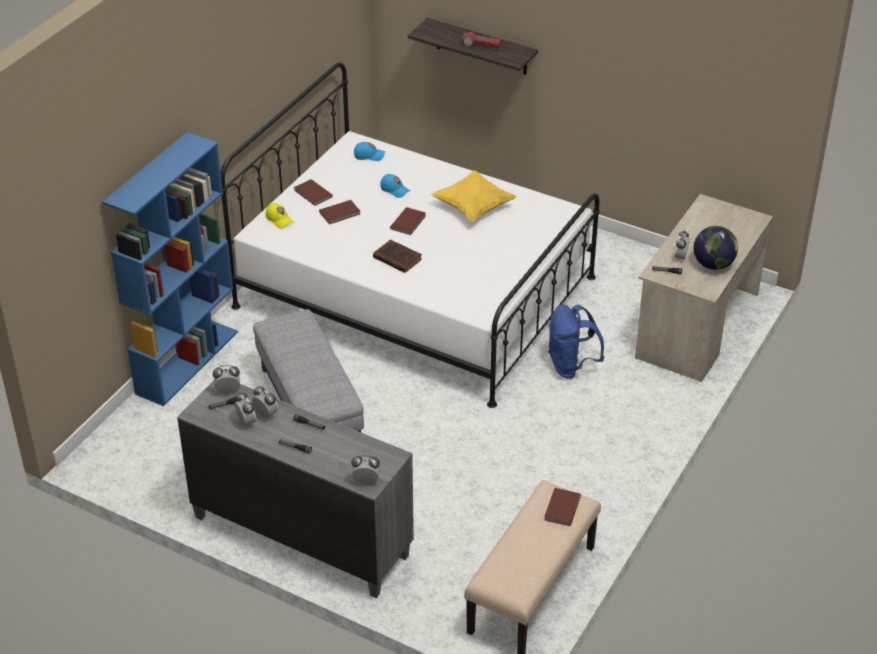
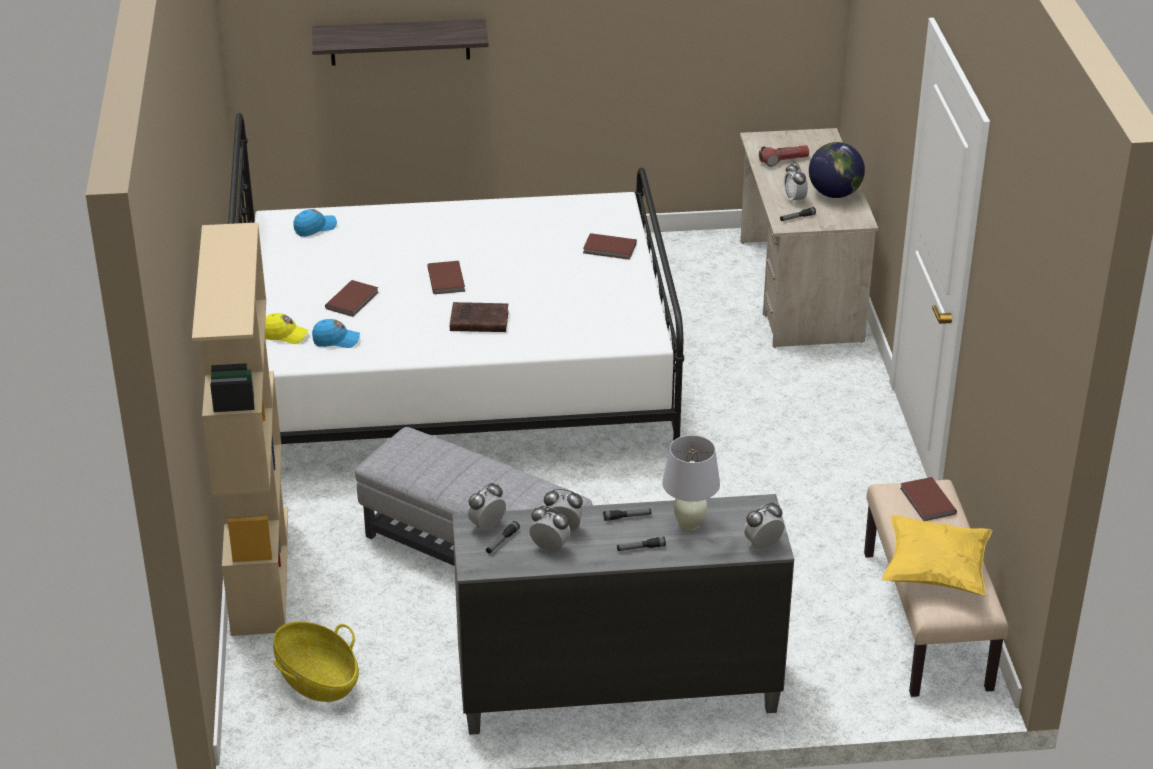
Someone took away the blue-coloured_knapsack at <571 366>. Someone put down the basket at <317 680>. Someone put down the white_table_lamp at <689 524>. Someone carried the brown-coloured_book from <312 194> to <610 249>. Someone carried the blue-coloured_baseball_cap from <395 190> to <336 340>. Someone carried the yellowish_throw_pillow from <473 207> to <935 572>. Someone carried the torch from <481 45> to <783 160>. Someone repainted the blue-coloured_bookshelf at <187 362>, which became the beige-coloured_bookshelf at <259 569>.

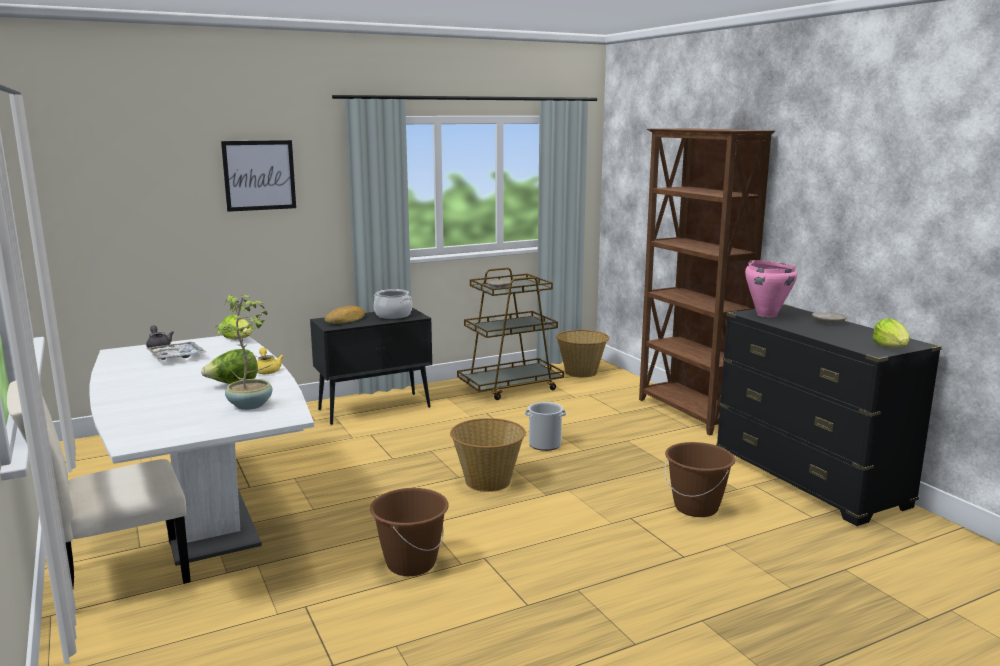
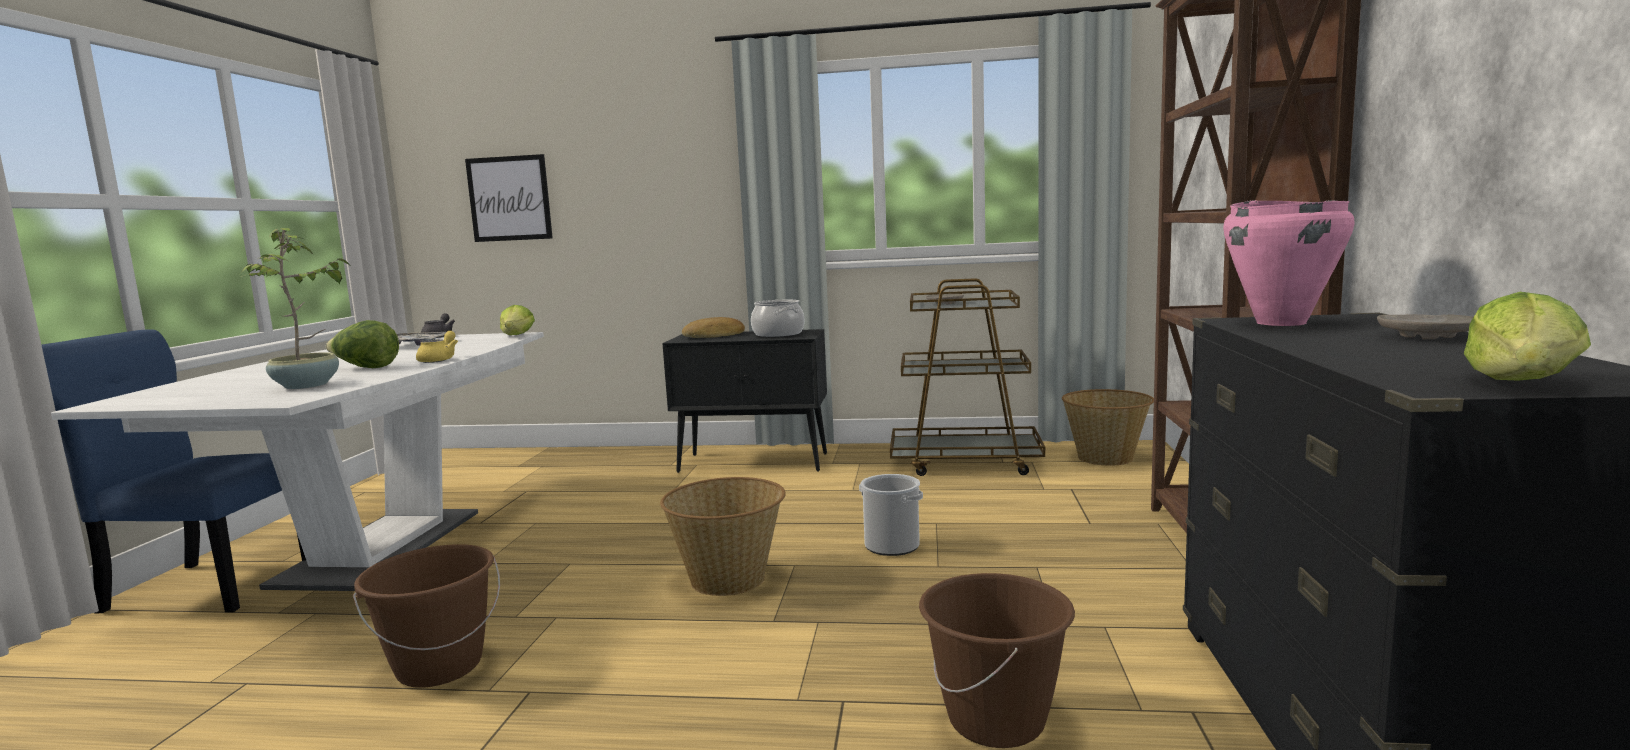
Someone carried the picture from <259 175> to <509 198>. Someone repainted the beige-coloured_chair at <116 577>, which became the blue-coloured_chair at <204 587>.

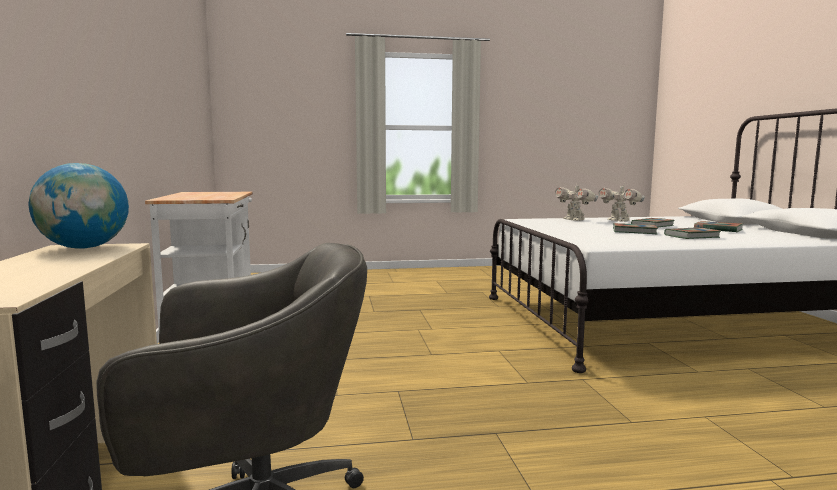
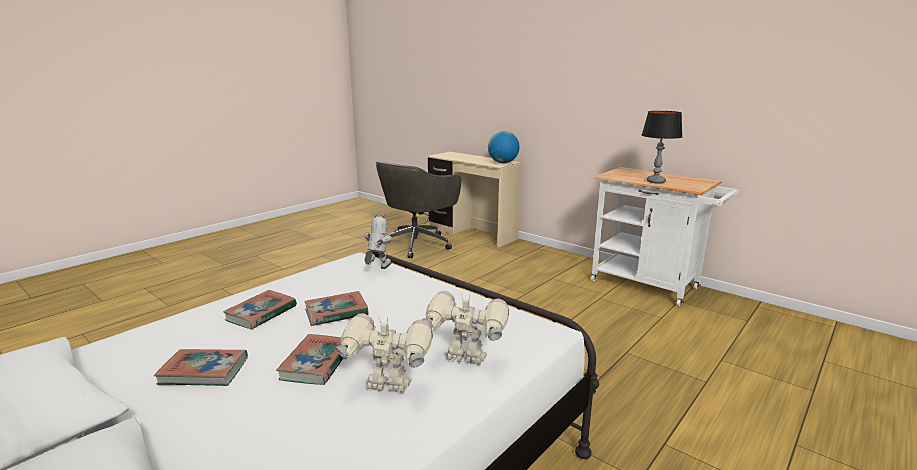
Someone put down the model_robot at <378 270>. Someone put down the table_lamp at <655 181>.

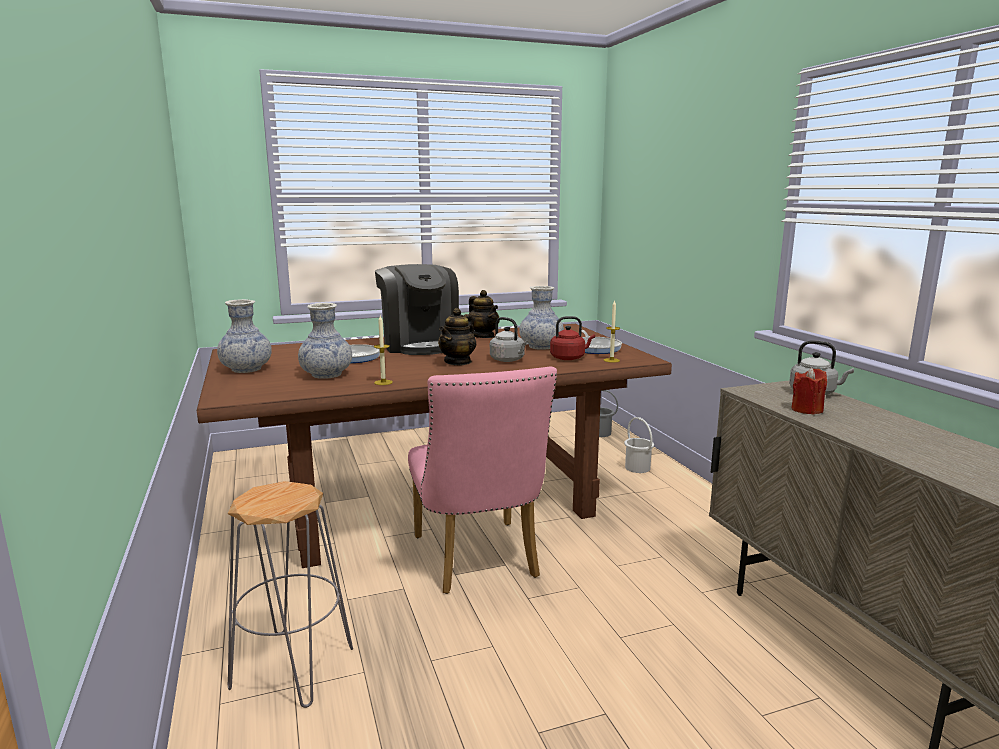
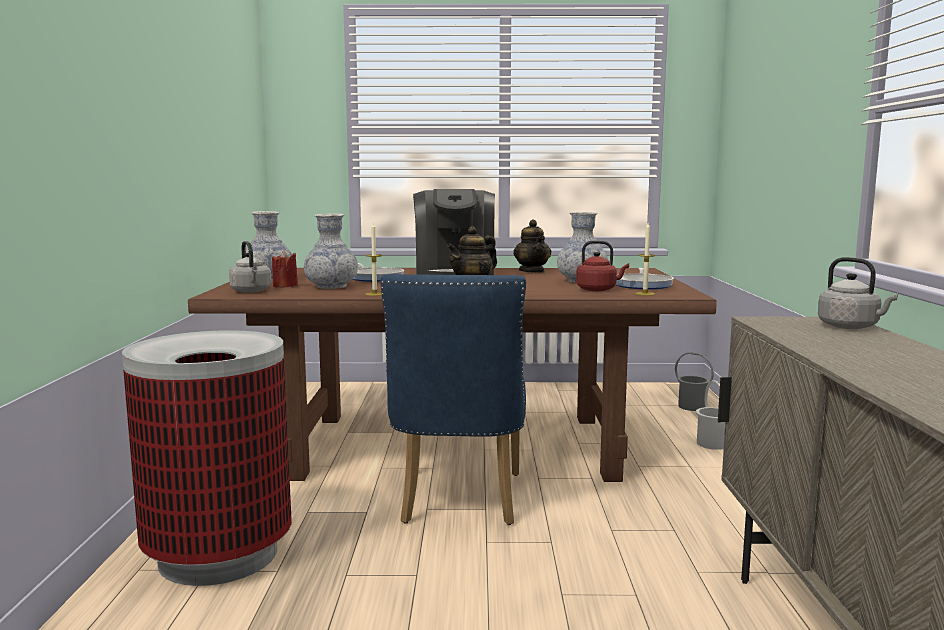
Someone carried the greyish_tea_kettle from <508 360> to <251 291>. Someone carried the red_wax_light from <807 410> to <285 286>. Someone swapped the greyish_stool at <293 667> for the waste_bin at <219 555>. Someone repainted the pinkish_chair at <478 562>, which became the blue-coloured_chair at <458 502>.

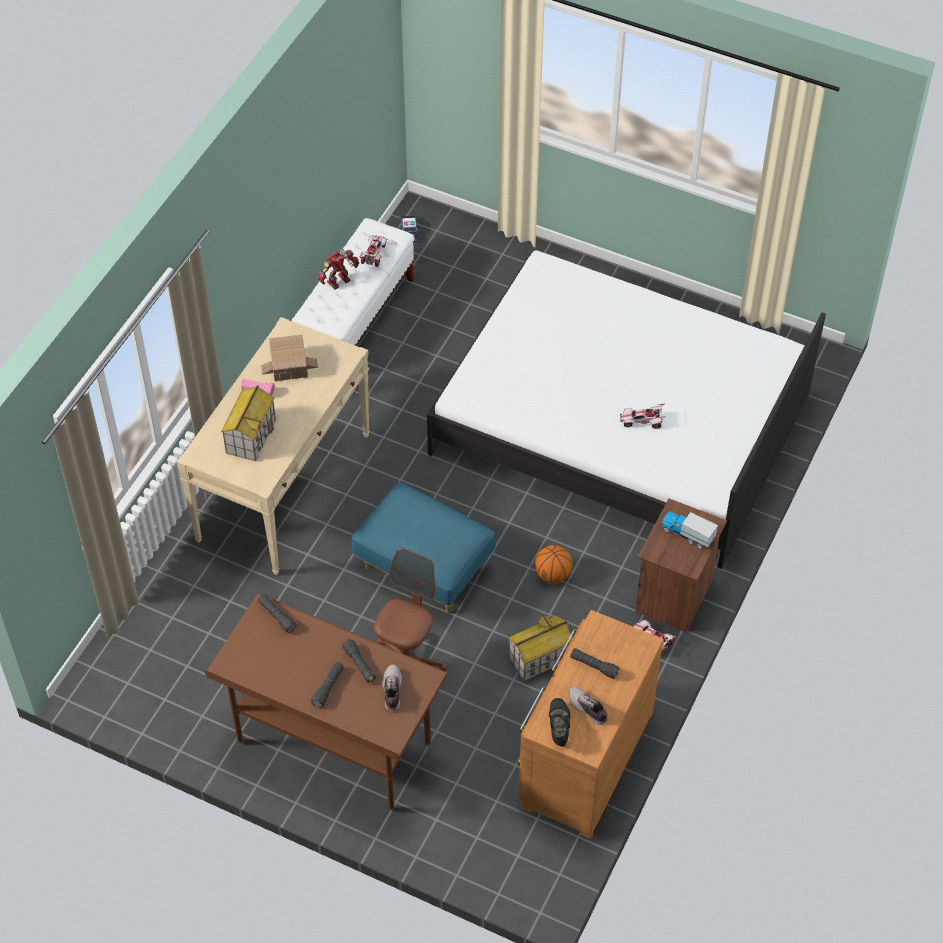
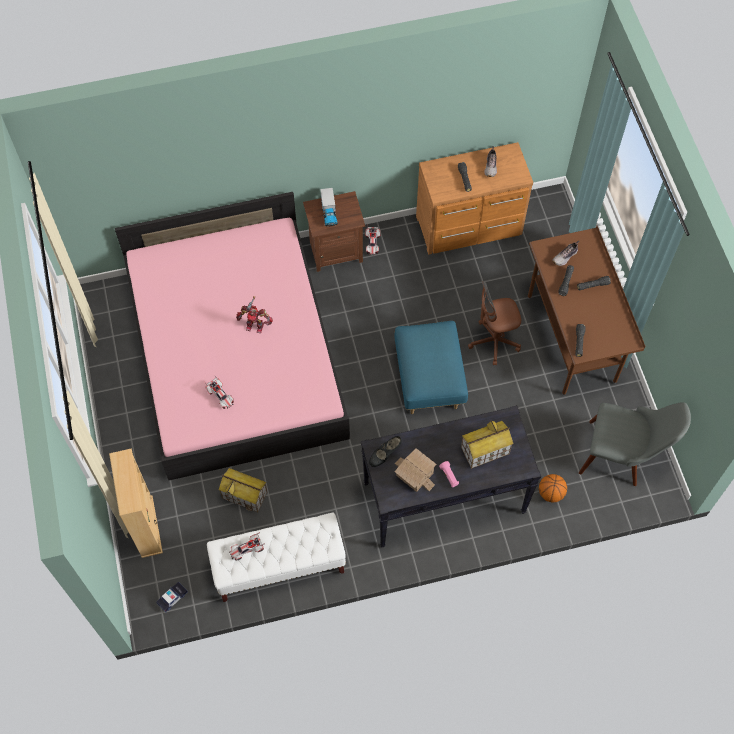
Someone put down the beige-coloured_bookshelf at <147 526>. Someone put down the greyish_chair at <622 455>. Someone carried the model_robot from <339 282> to <255 325>. Someone carried the model_house from <539 659> to <245 495>. Someone carried the basketball from <552 574> to <551 493>. Someone carried the blackish_low_shoe from <559 727> to <385 454>. Someone carried the toy_car from <642 421> to <220 396>. Someone repainted the beige-coloured_console_table at <284 486>, which became the blackish_console_table at <443 498>. Someone repainted the white_sleeping_bed at <621 424>, which became the pinkish_sleeping_bed at <236 355>.

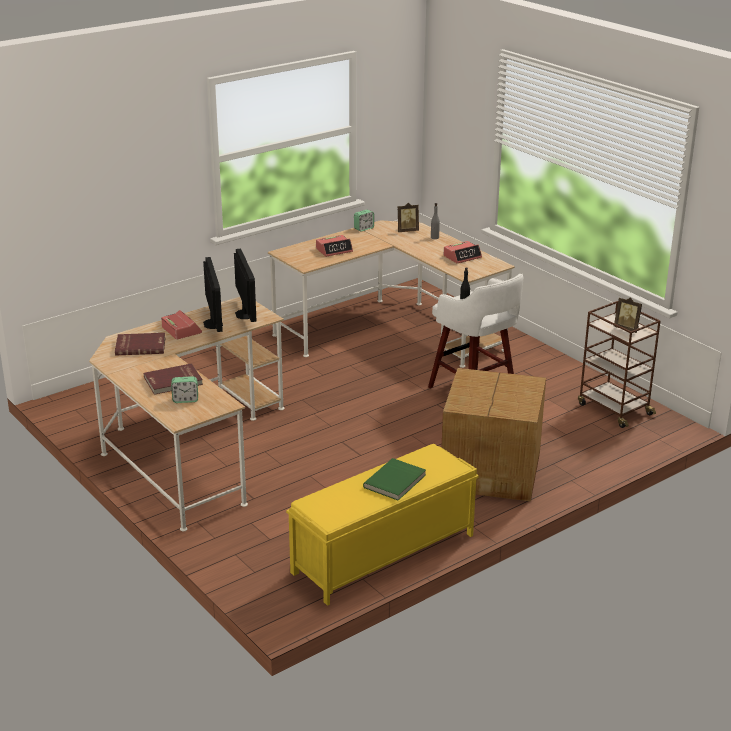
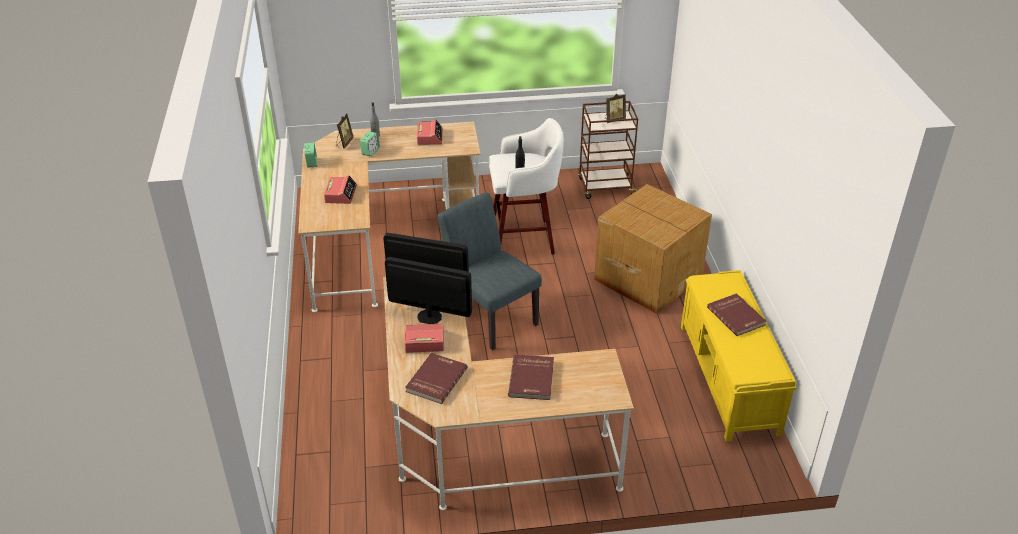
Someone put down the greyish_chair at <490 316>. Someone carried the table_clock from <185 400> to <370 152>. Someone repainted the green_book at <396 481>, which became the red_book at <736 316>.

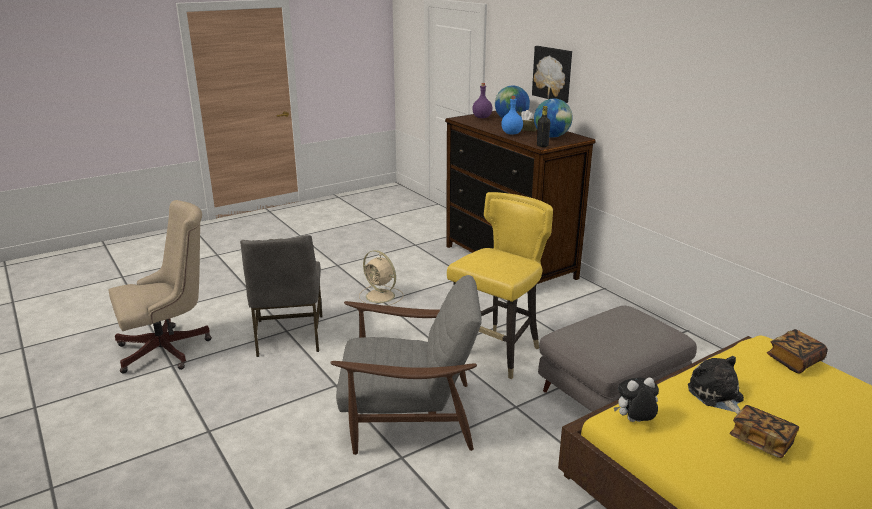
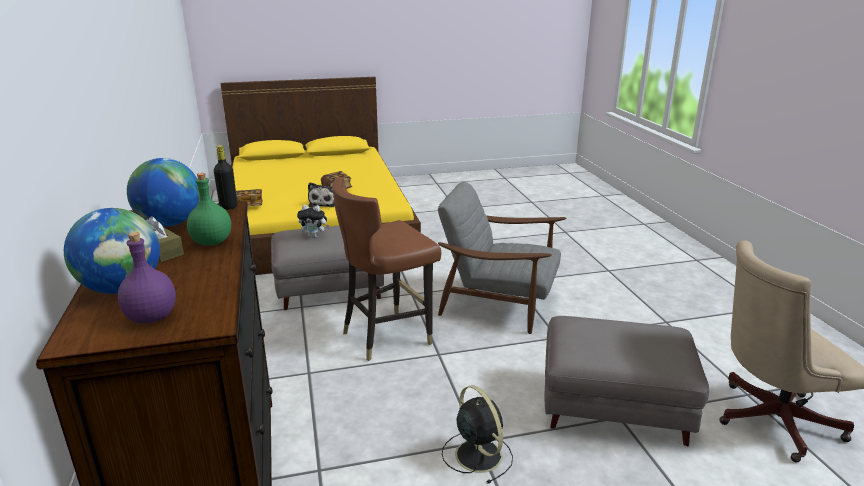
Someone took away the picture at <553 73>. Someone carried the cuddly_toy from <634 422> to <314 236>. Someone swapped the greyish_chair at <289 336> for the greyish_footrest at <614 407>. Someone repainted the beige-coloured_electric_fan at <381 296>, which became the blackish_electric_fan at <477 454>. Someone repainted the yellowish_chair at <498 354>, which became the brown-coloured_chair at <387 336>. Someone repainted the blue-coloured_beverage_bottle at <511 133>, which became the green_beverage_bottle at <211 242>.

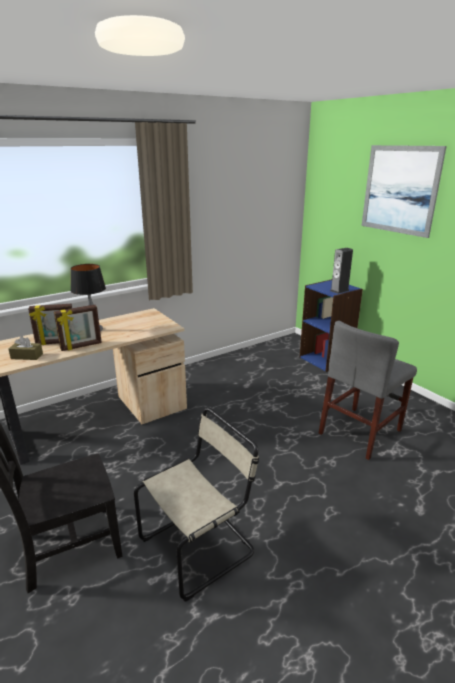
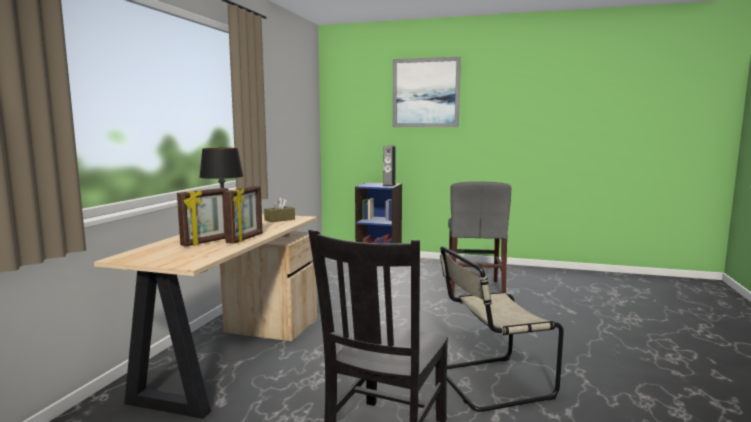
Someone carried the brown-coloured_tissue_holder from <27 356> to <279 219>. Someone rotated the beige-coloured_chair at <201 545> by 120 degrees counterclockwise.

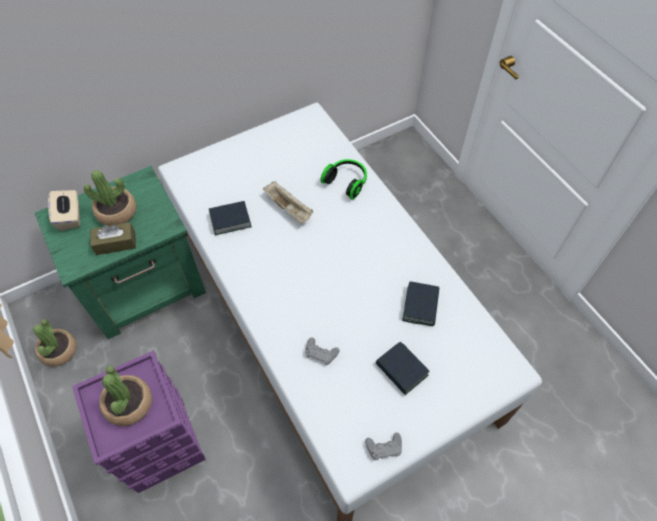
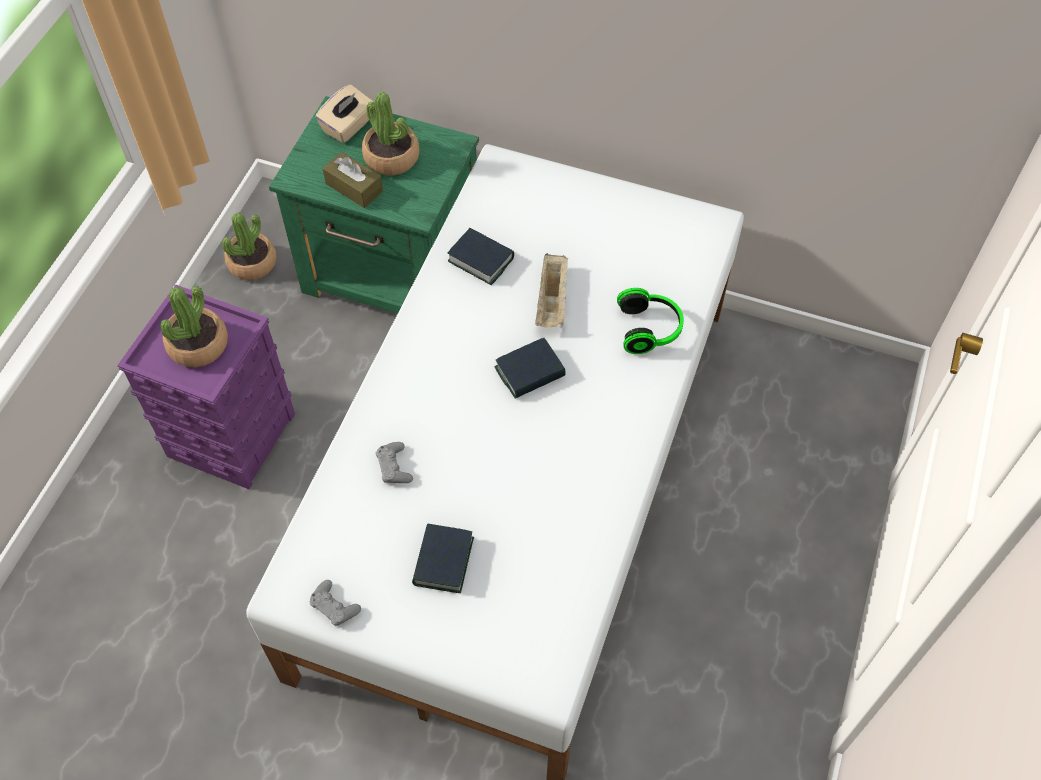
Someone carried the book from <420 306> to <530 372>.

